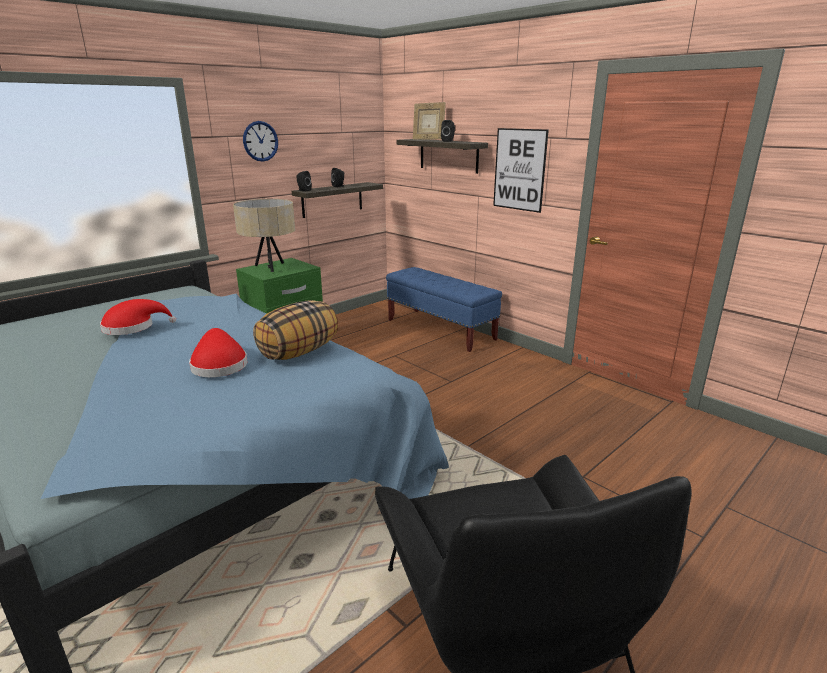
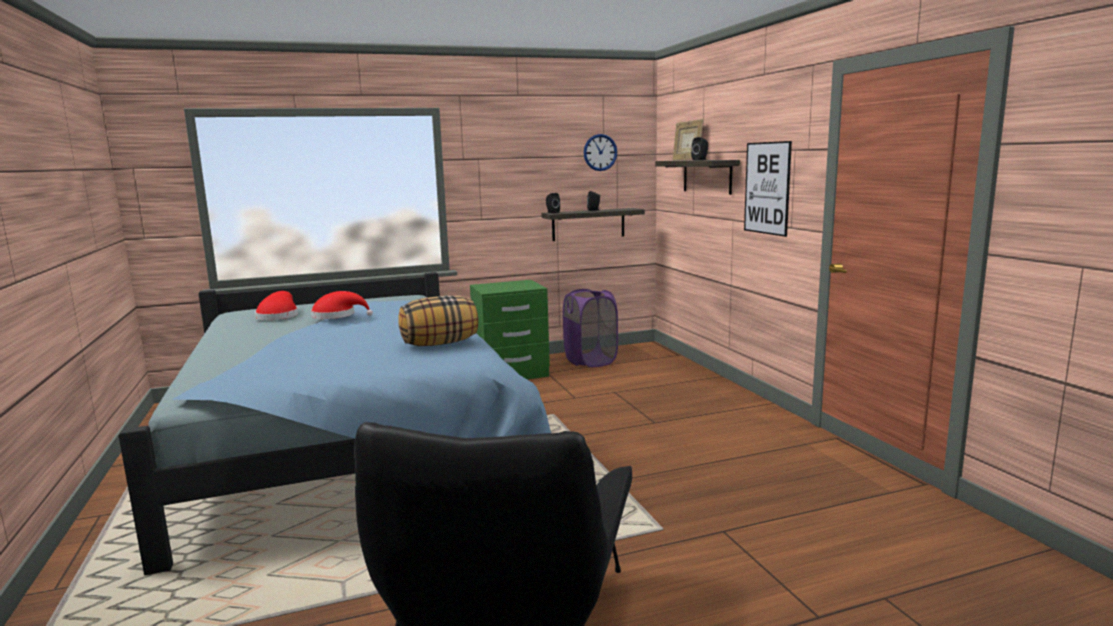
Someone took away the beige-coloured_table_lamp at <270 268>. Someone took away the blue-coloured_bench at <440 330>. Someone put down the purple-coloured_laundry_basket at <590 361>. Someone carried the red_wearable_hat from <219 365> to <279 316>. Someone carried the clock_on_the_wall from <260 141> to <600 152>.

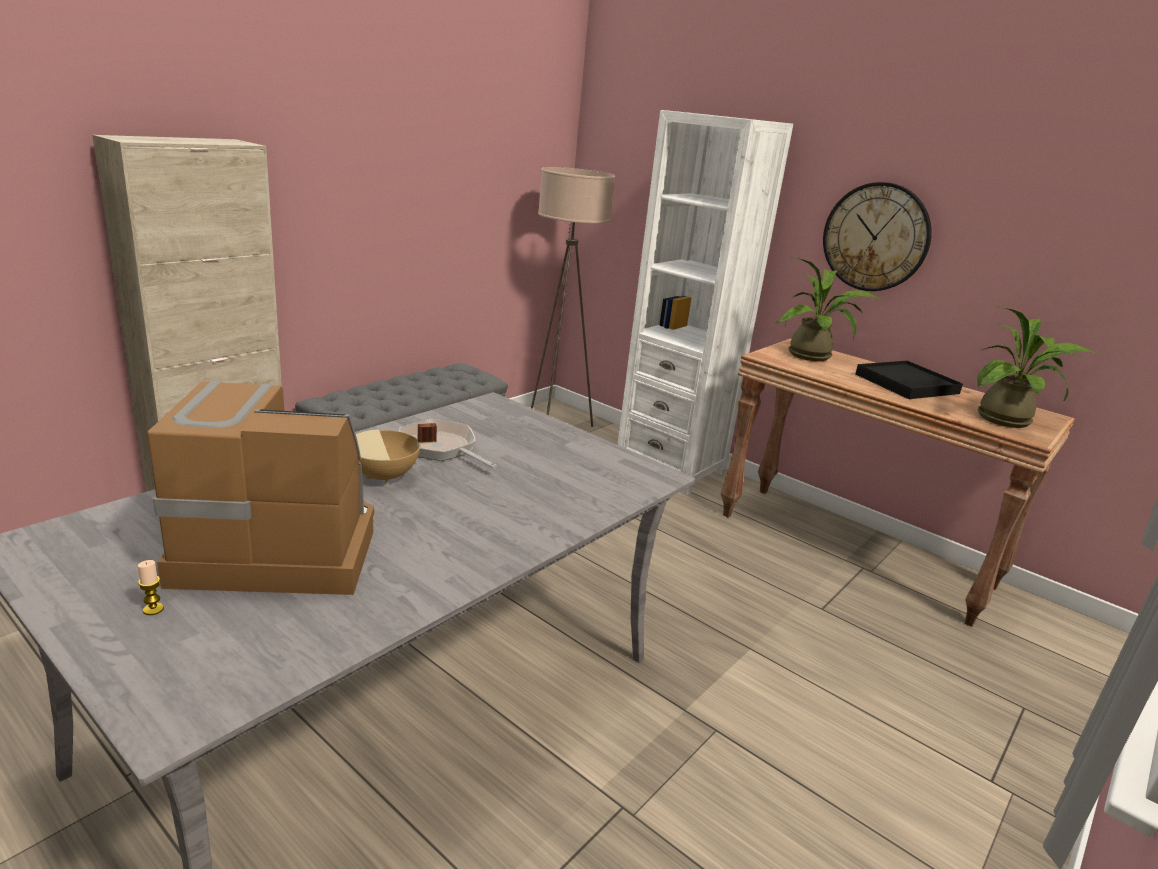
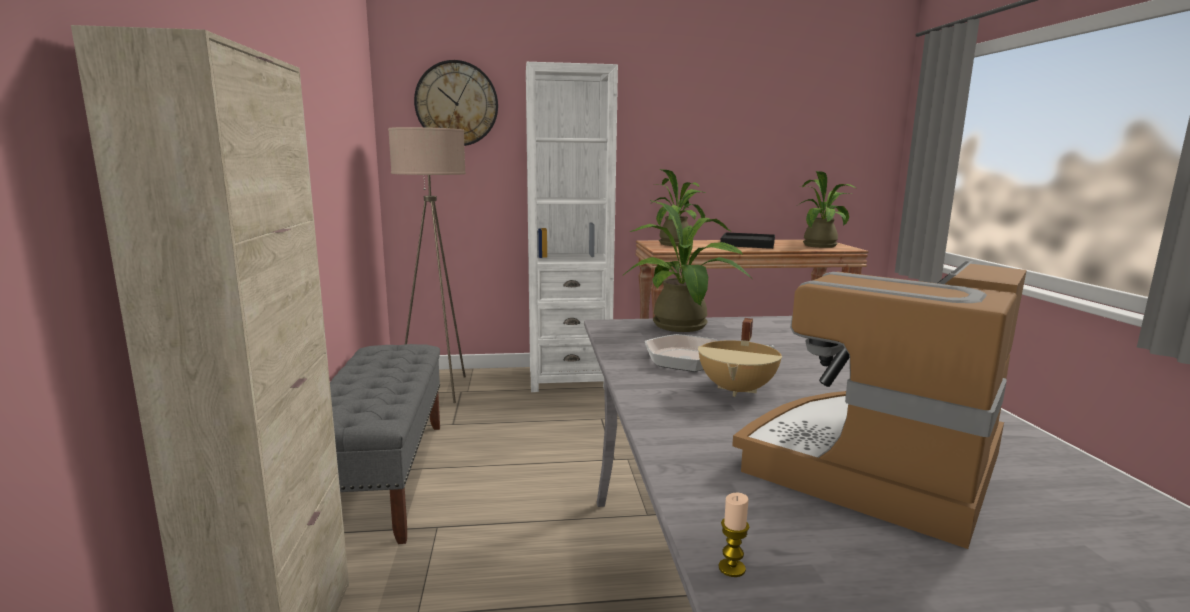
Someone put down the potted_plant at <683 328>. Someone carried the wax_light from <153 609> to <732 568>. Someone carried the clock_on_the_wall from <876 237> to <456 104>.

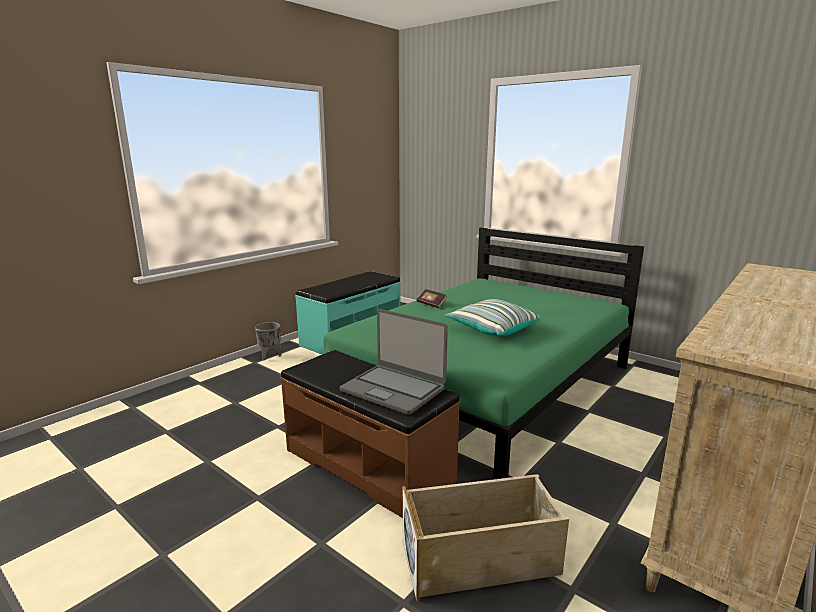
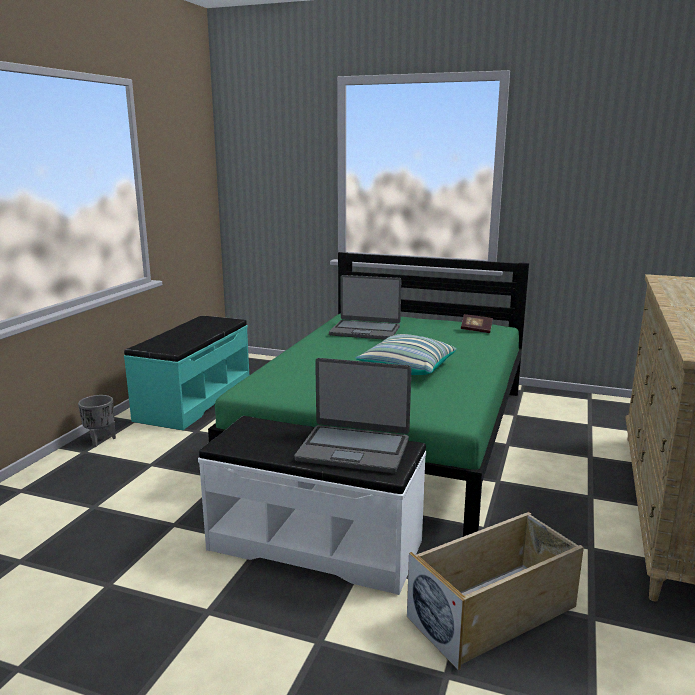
Someone put down the portable_computer at <365 331>. Someone carried the book from <431 304> to <476 330>. Someone repainted the brown-coloured_bench at <368 464>, which became the white_bench at <315 544>.

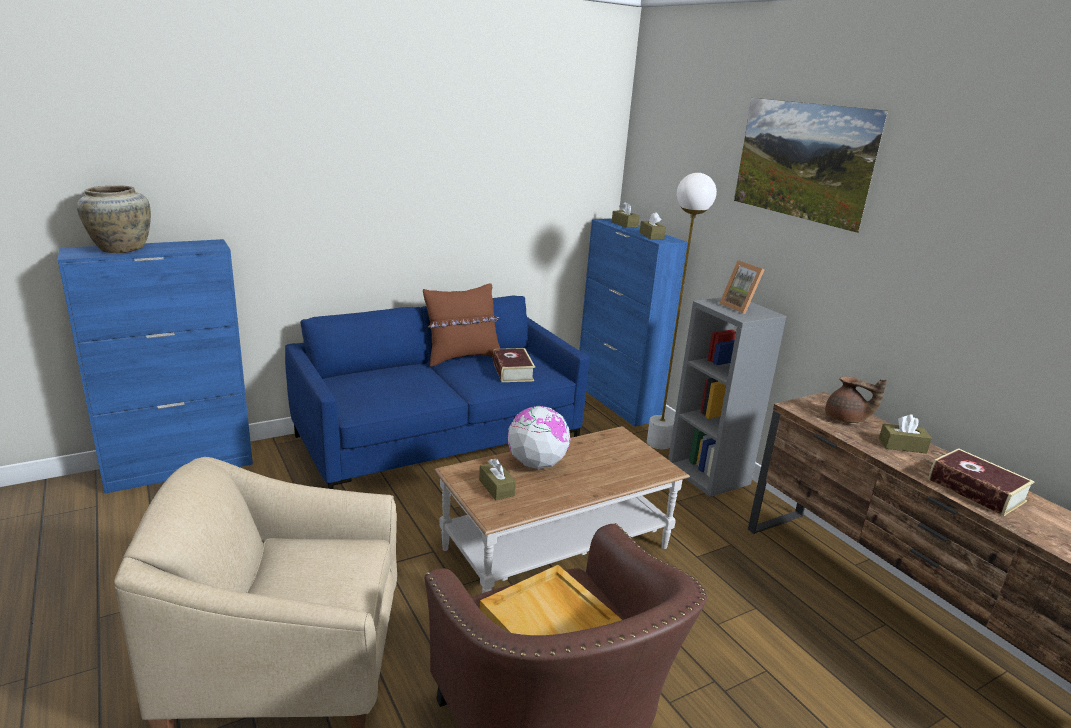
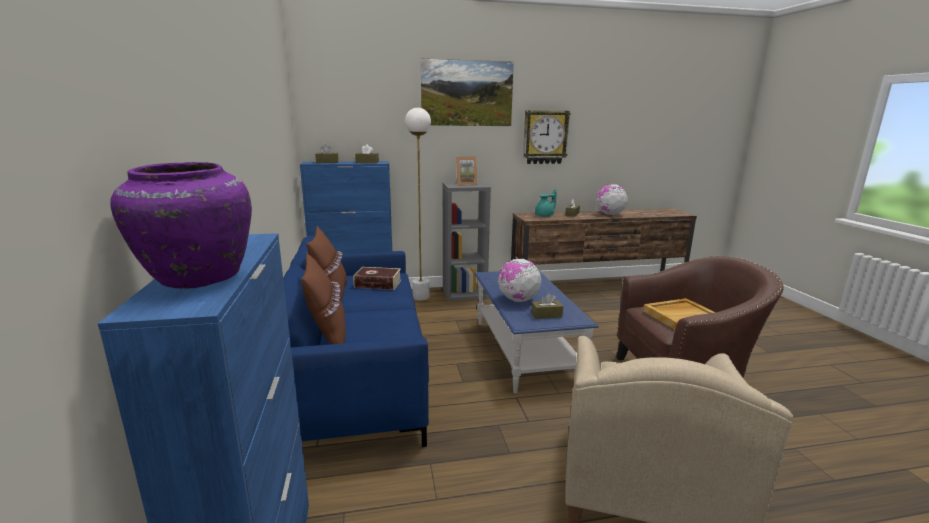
Someone put down the brown-coloured_throw_pillow at <327 339>. Someone put up the clock_on_the_wall at <545 137>. Someone swapped the book at <976 490> for the desk_globe at <609 214>. Someone repainted the beige-coloured_flower_vase at <120 249>, which became the purple-coloured_flower_vase at <196 278>. Someone repainted the brown-coloured_coffee_table at <556 548>, which became the blue-coloured_coffee_table at <524 351>. Someone repainted the brown-coloured_teapot at <846 419>, which became the turquoise_teapot at <545 215>.

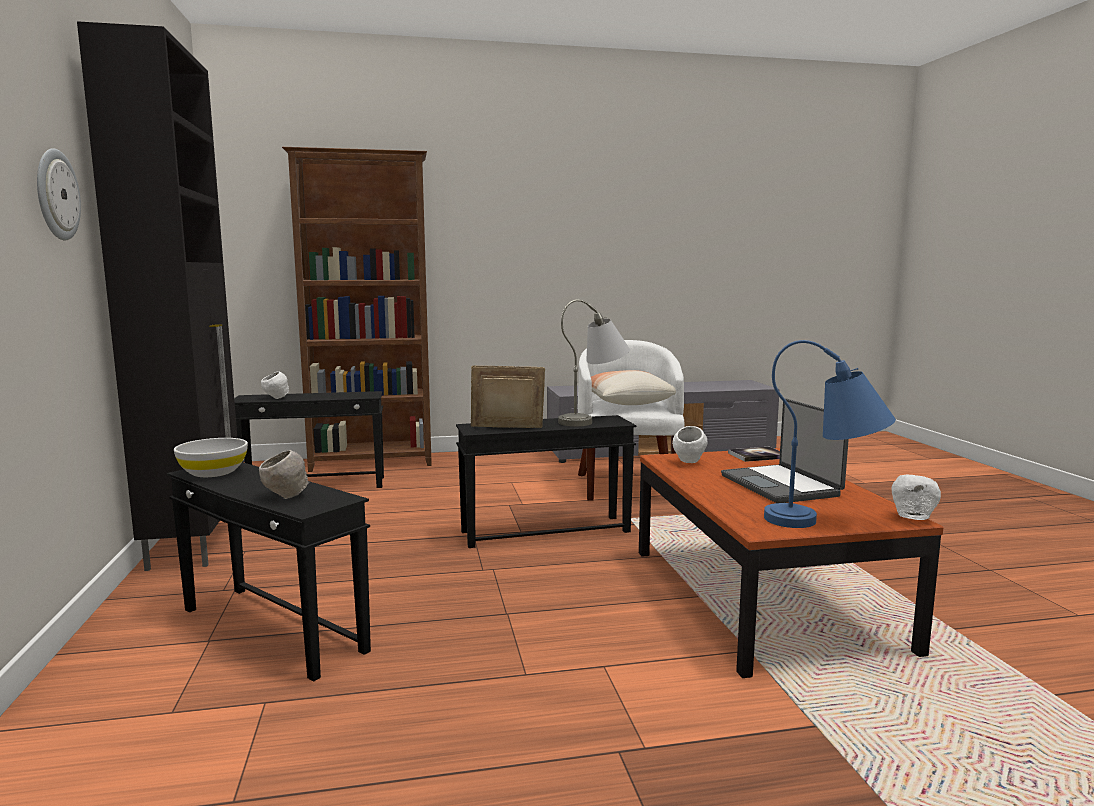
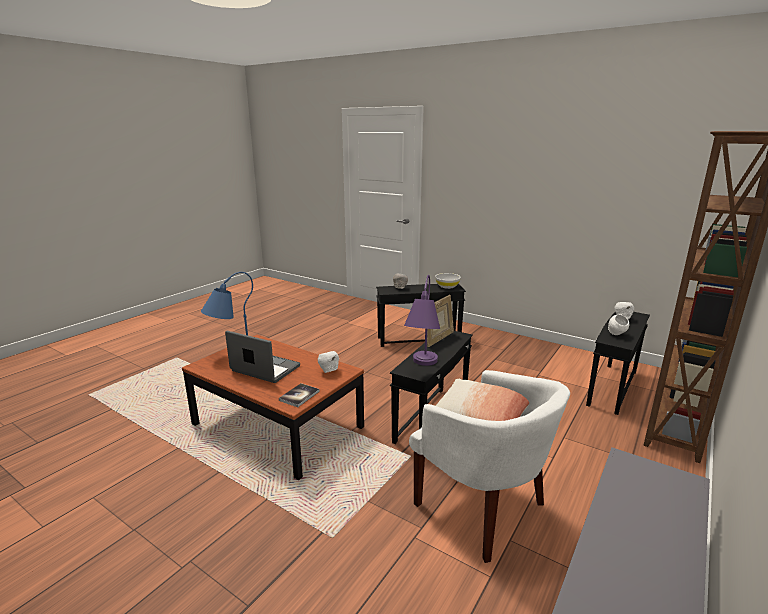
Someone took away the clock_on_the_wall at <56 195>. Someone took away the blackish_cupboard at <197 542>. Someone carried the white_bowl from <913 519> to <616 335>. Someone repainted the greyish_table_lamp at <595 420>, which became the purple-coloured_table_lamp at <422 367>.

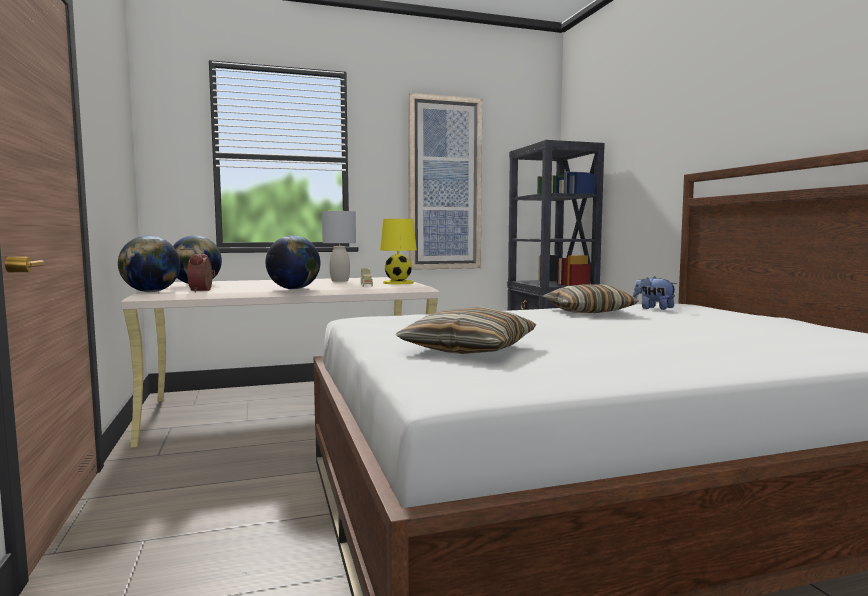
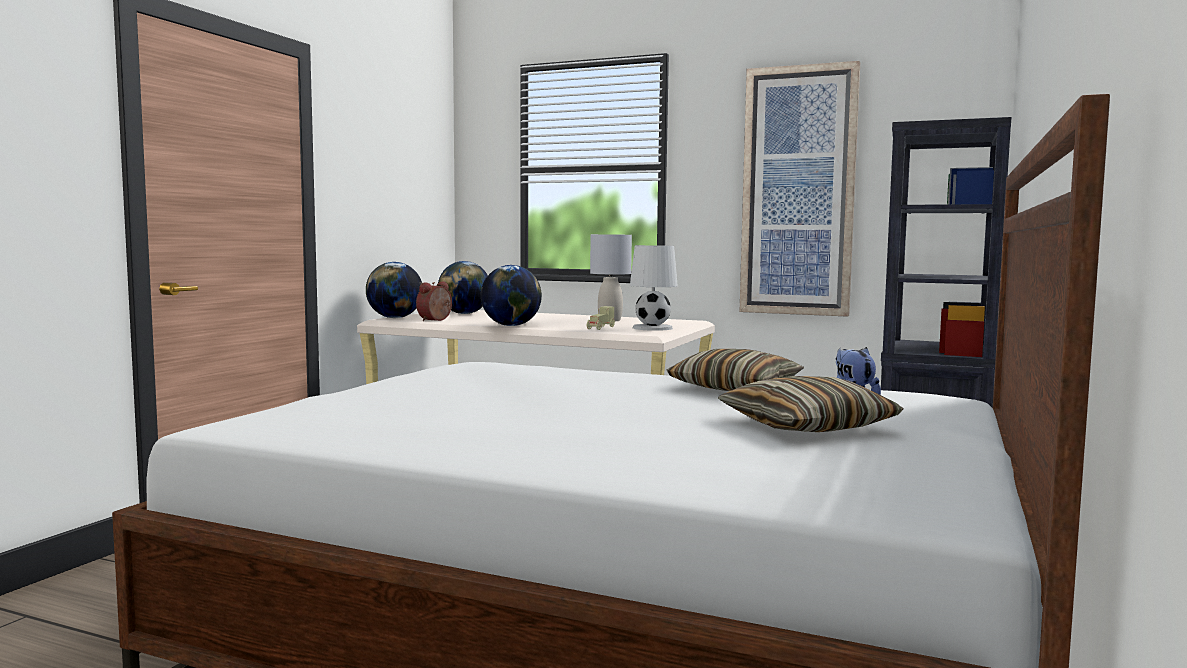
Someone carried the throw_pillow from <469 349> to <806 426>. Someone repainted the yellowish_table_lamp at <398 283>, which became the white_table_lamp at <653 328>.

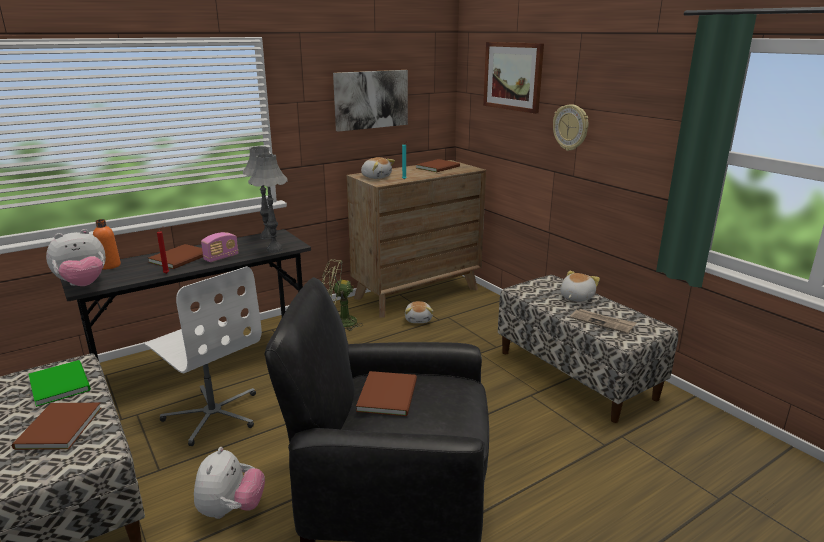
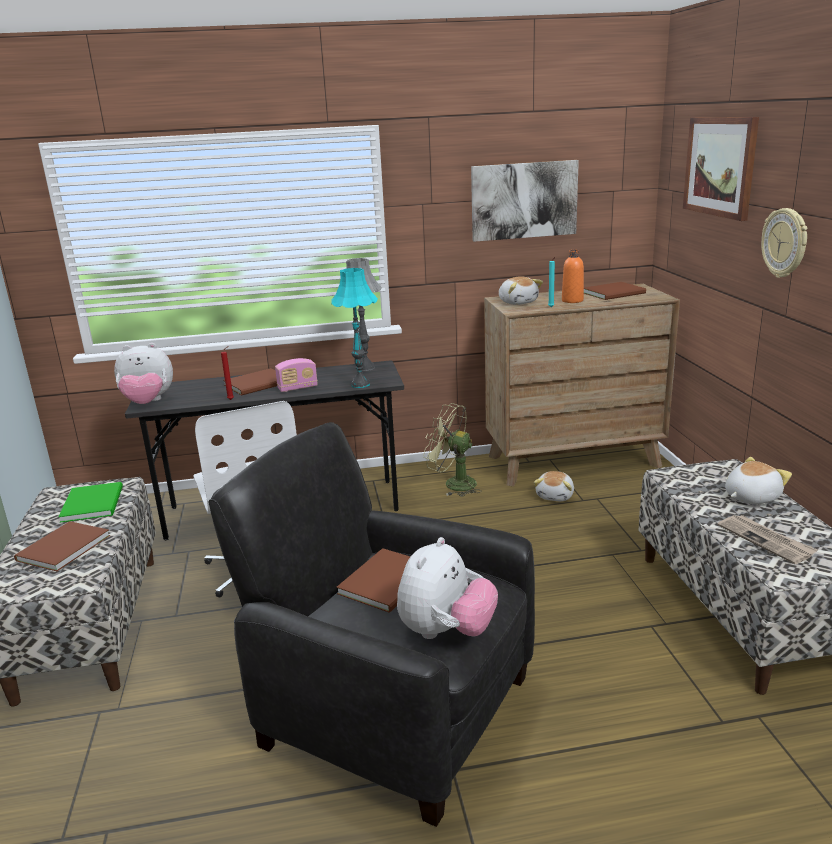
Someone carried the orange_beverage_bottle from <109 266> to <572 300>. Someone carried the cuddly_toy from <231 510> to <446 632>. Someone repainted the greyish_table_lamp at <275 250>, which became the turquoise_table_lamp at <361 384>.

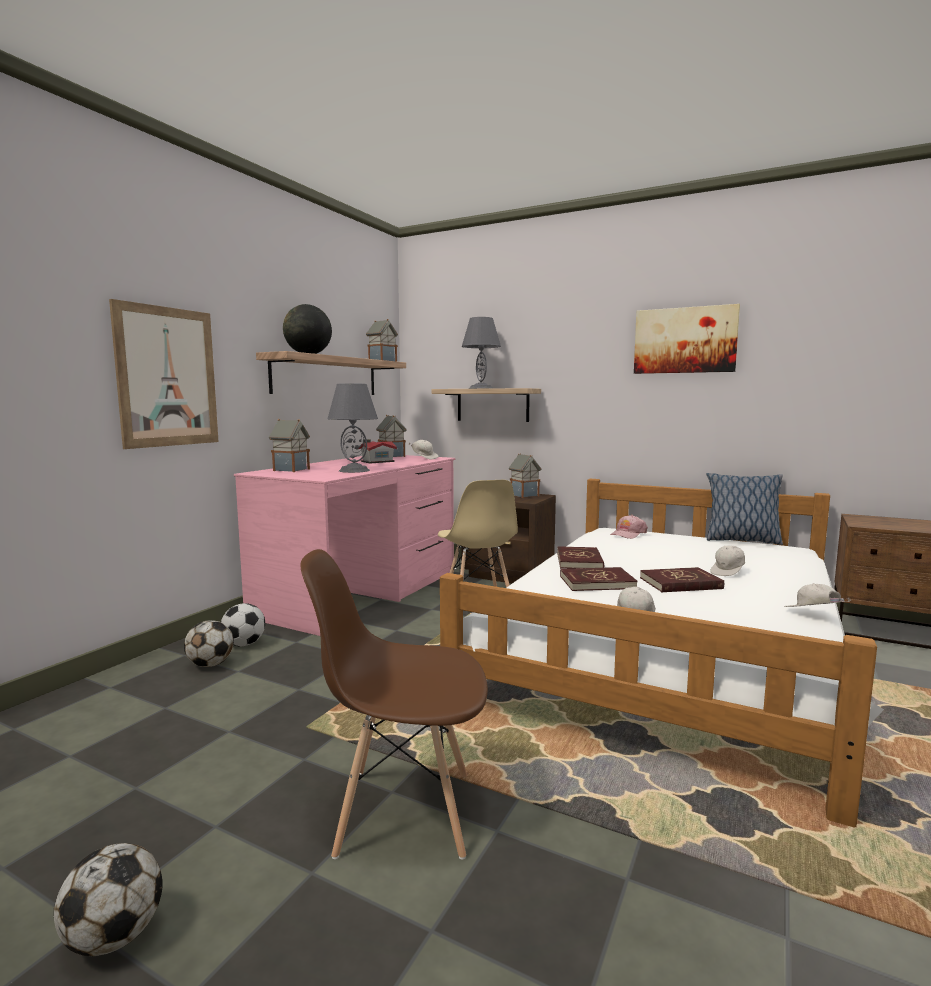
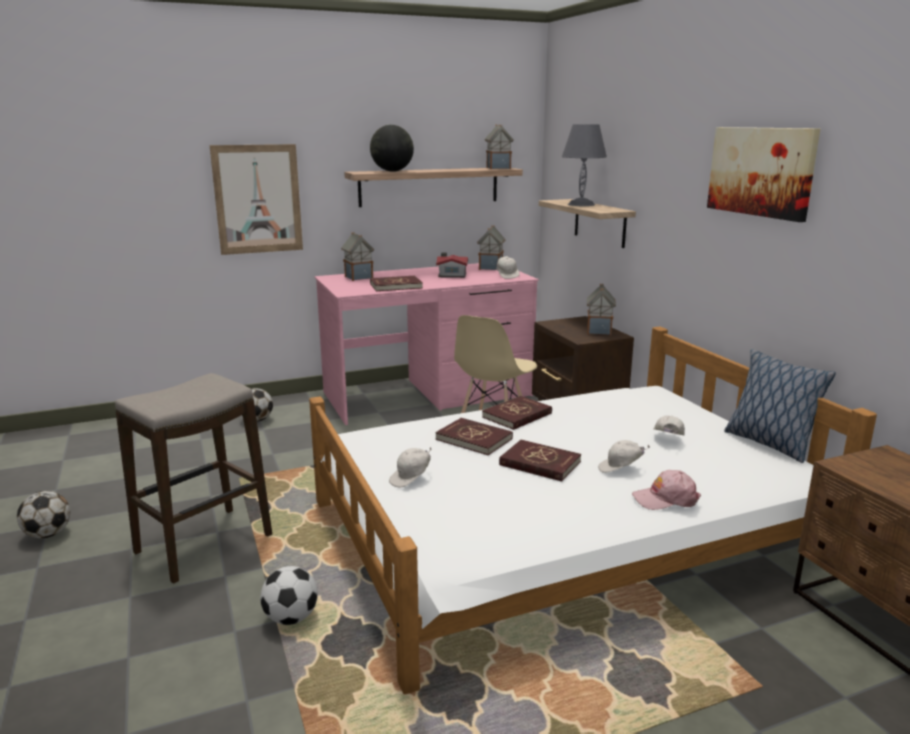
Someone carried the ball_for_football from <244 644> to <291 618>. Someone carried the pinkish_baseball_cap from <628 534> to <665 499>. Someone carried the white_baseball_cap from <812 615> to <667 440>. Someone swapped the brown-coloured_chair at <403 812> for the stool at <203 544>. Someone swapped the greyish_table_lamp at <354 470> for the red_book at <396 286>.

